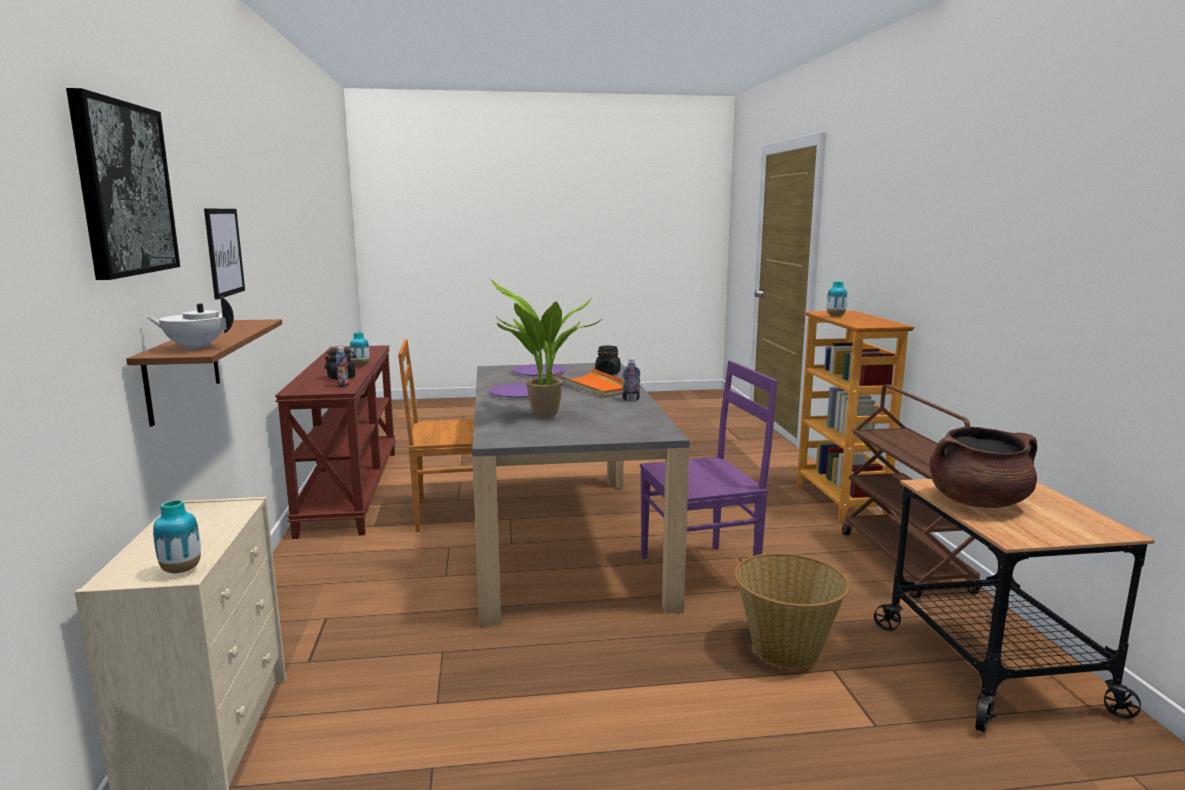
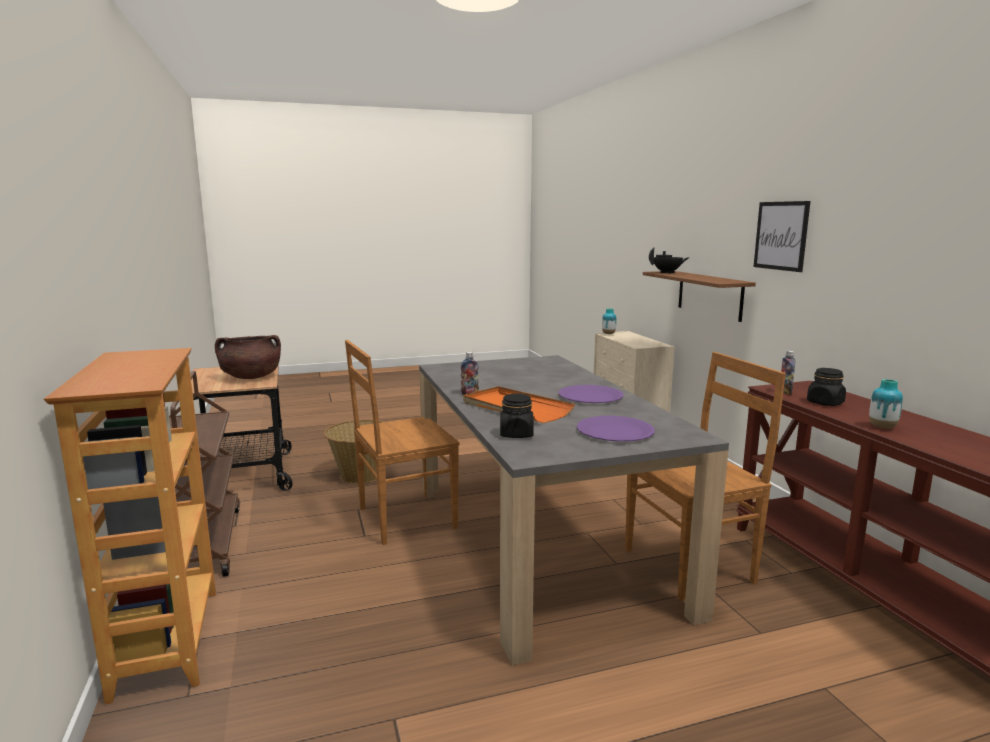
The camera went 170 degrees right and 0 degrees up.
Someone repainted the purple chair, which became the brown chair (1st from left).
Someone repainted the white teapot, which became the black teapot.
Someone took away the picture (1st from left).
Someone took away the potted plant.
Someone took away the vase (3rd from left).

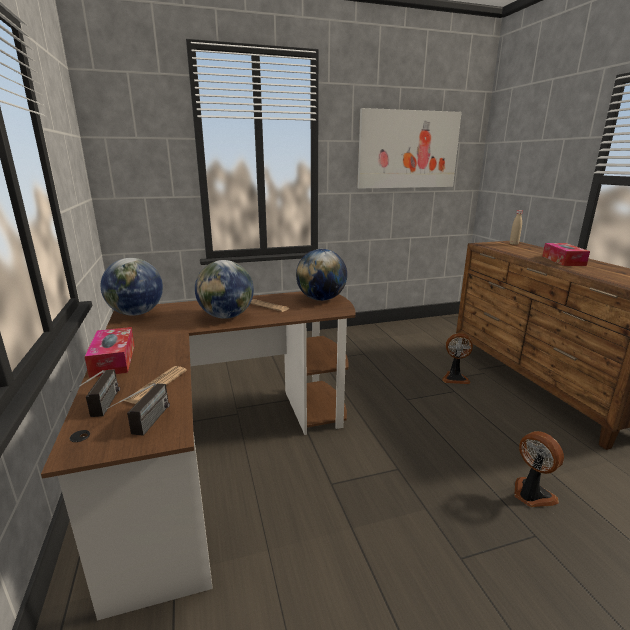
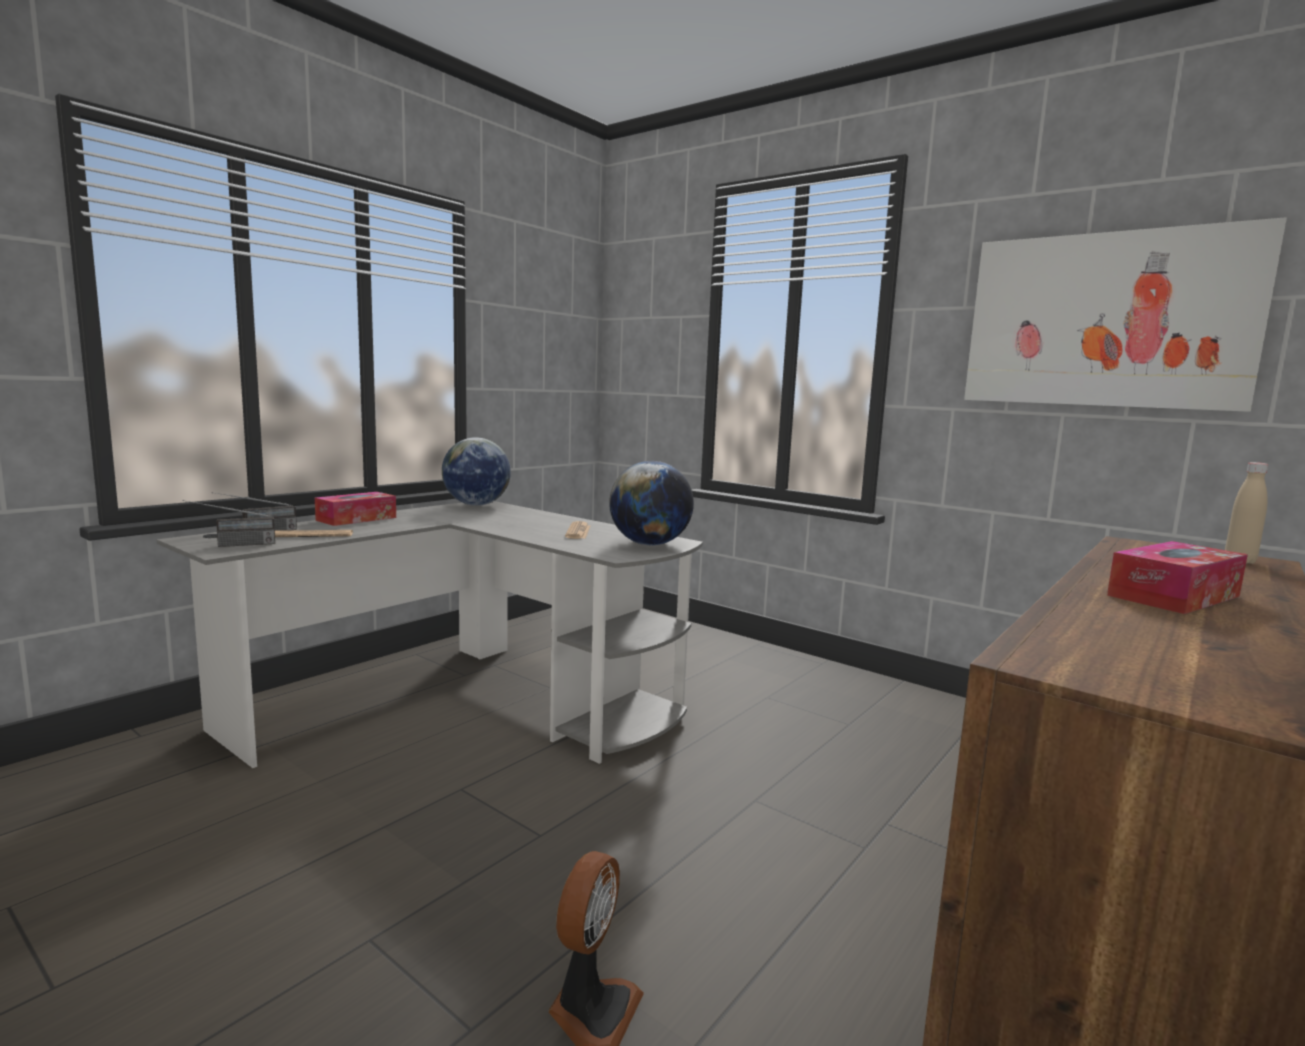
The camera went 55 degrees right and 10 degrees down.
Someone repainted the brown desk, which became the grey desk.
Someone took away the globe (2nd from left).
Someone took away the fan (1st from left).

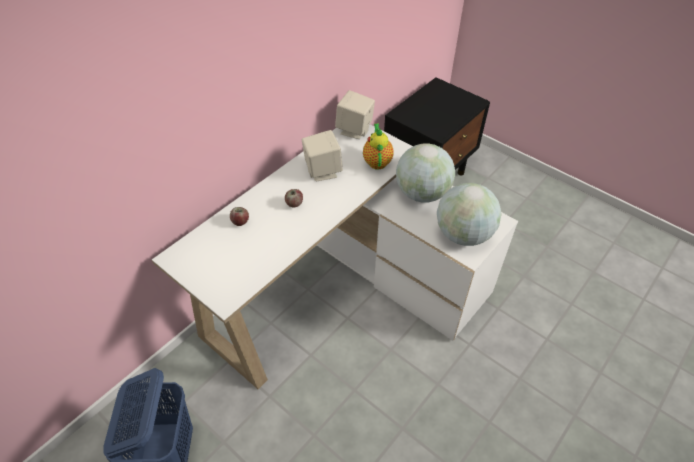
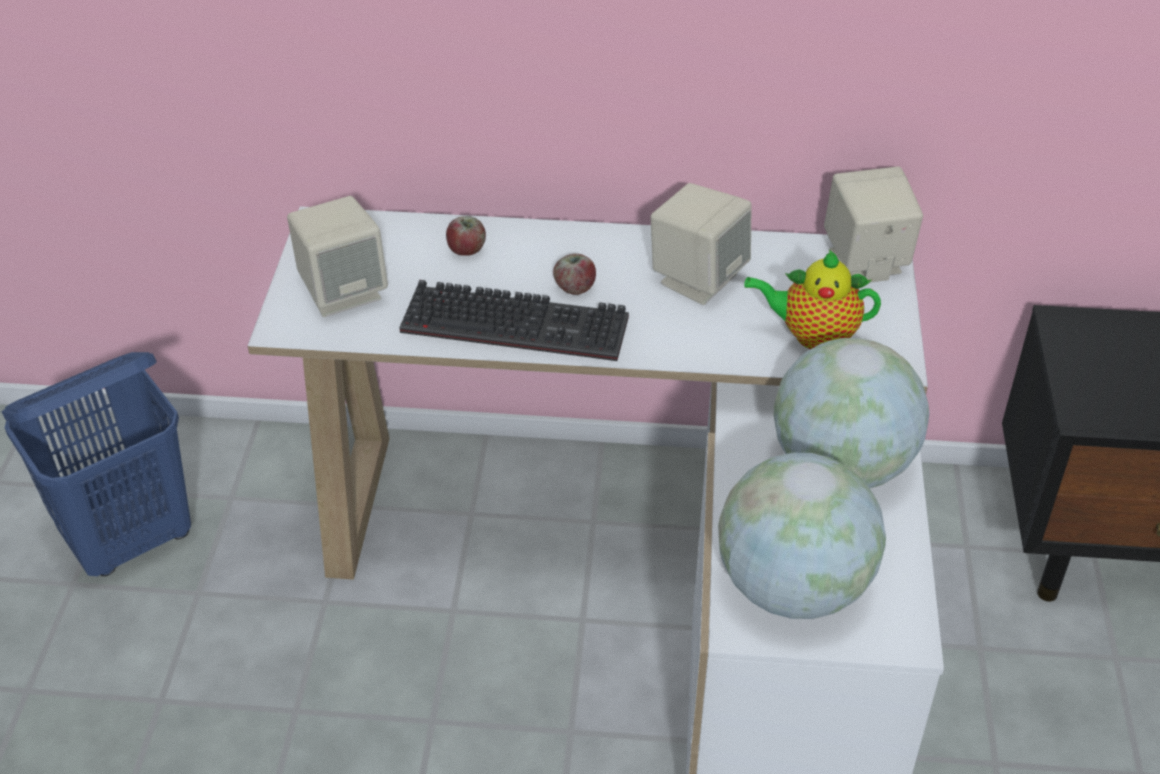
The camera went 55 degrees right and 5 degrees down.
Someone put down the beige speaker (1st from left).
Someone put down the keyboard.
Someone rotated the teapot by 135 degrees counterclockwise.

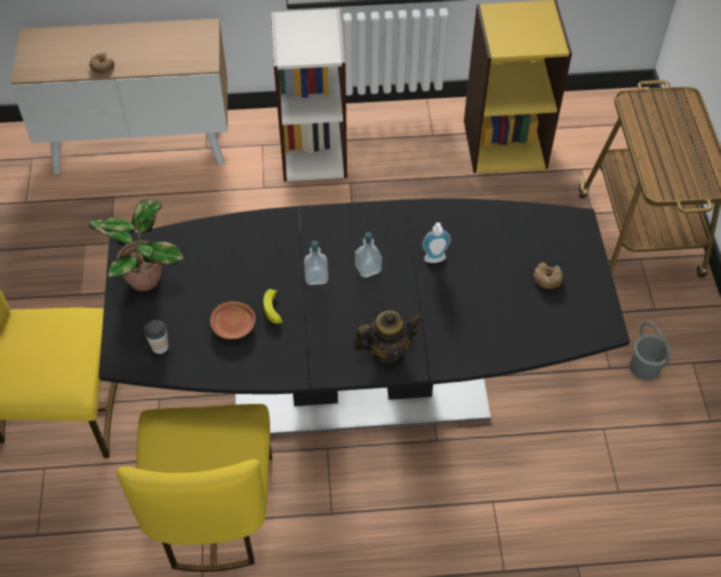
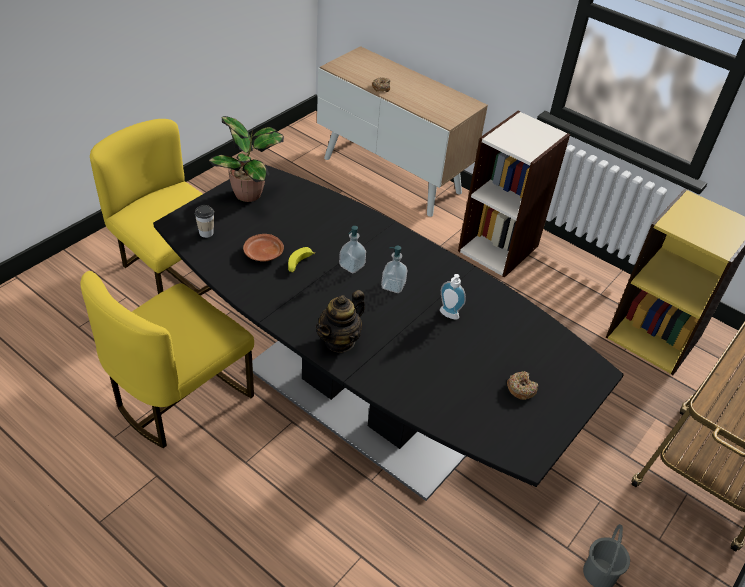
The camera went 40 degrees right and 10 degrees down.
Someone rotated the teapot by 105 degrees clockwise.

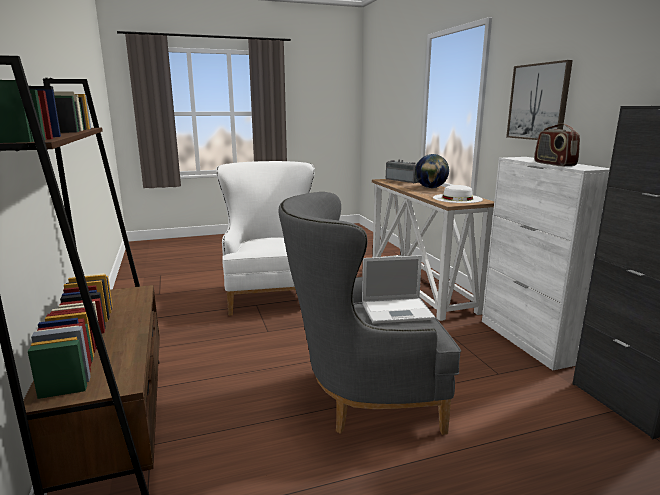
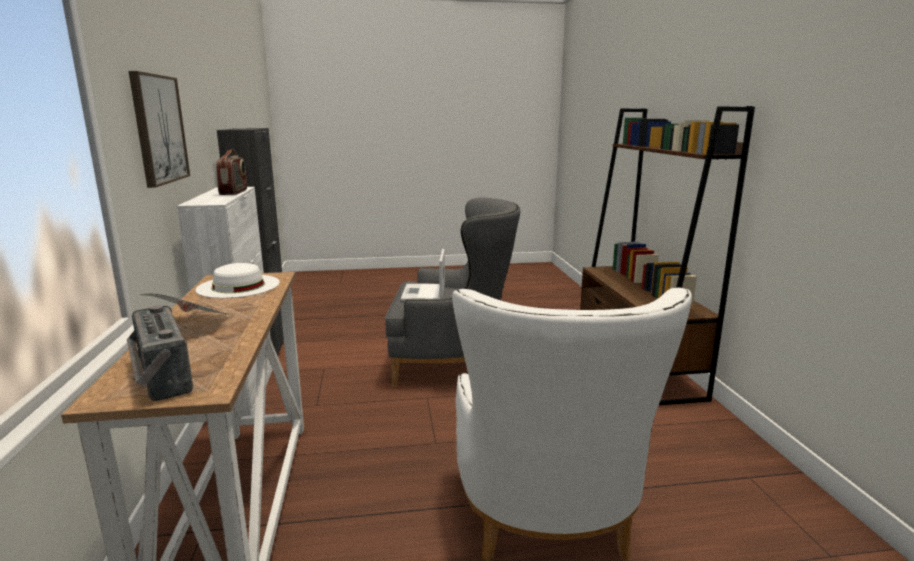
The camera went 170 degrees left and 0 degrees up.
Someone swapped the globe for the newspaper.
Someone rotated the laptop by 90 degrees counterclockwise.

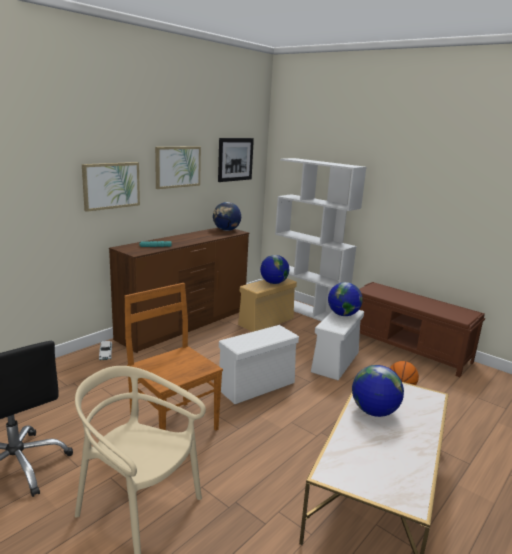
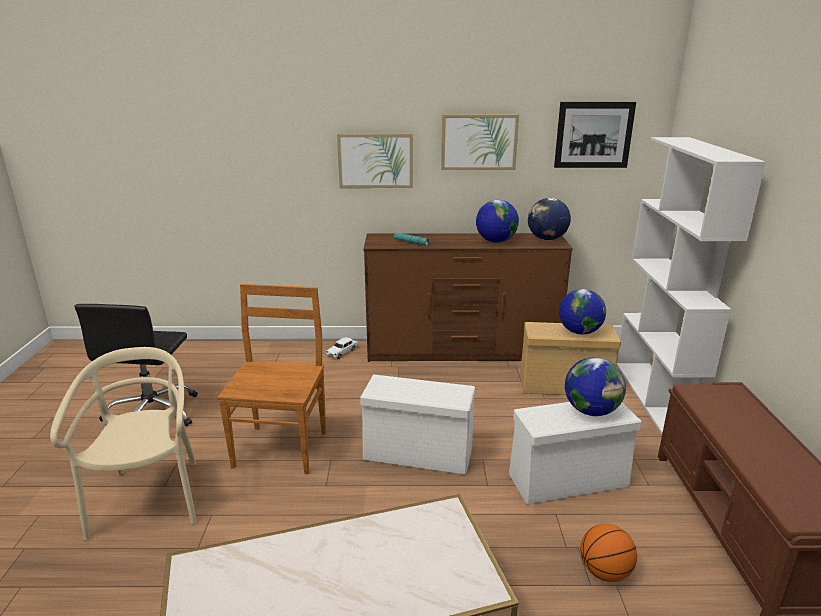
The camera went 50 degrees right and 5 degrees up.
Someone carried the globe (4th from left in the first image).

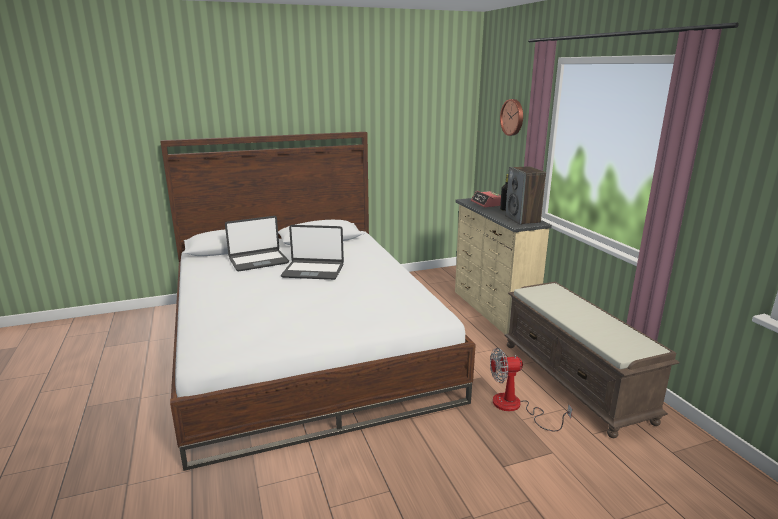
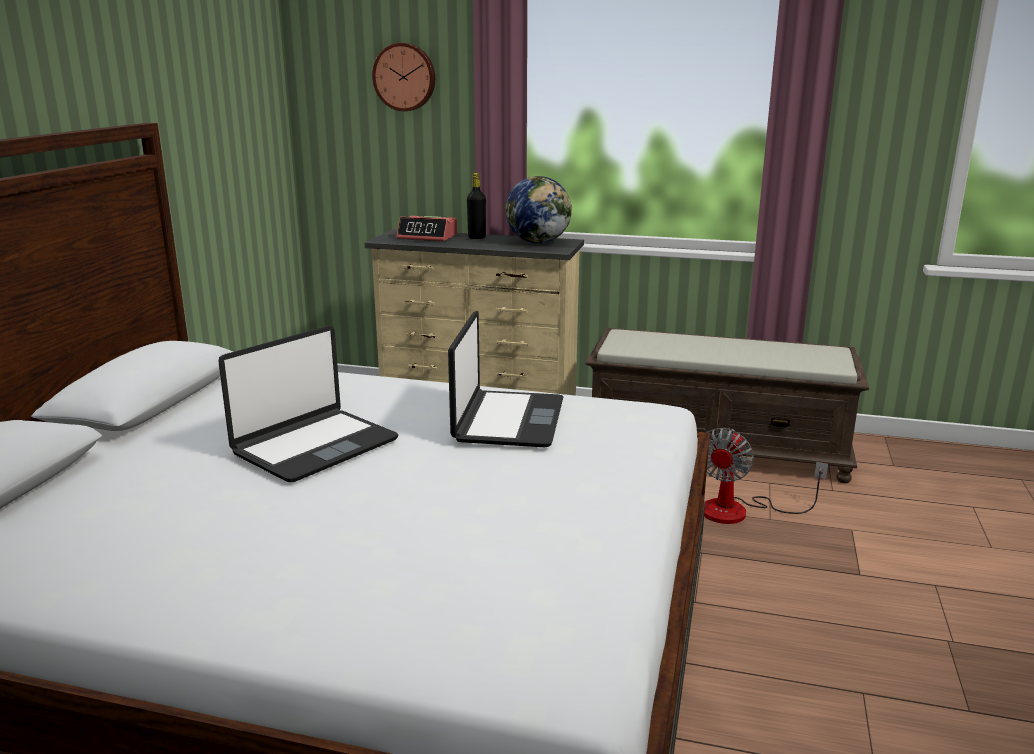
The camera went 55 degrees left and 0 degrees up.
Someone carried the laptop (1st from left in the first image).
Someone swapped the speaker for the globe.

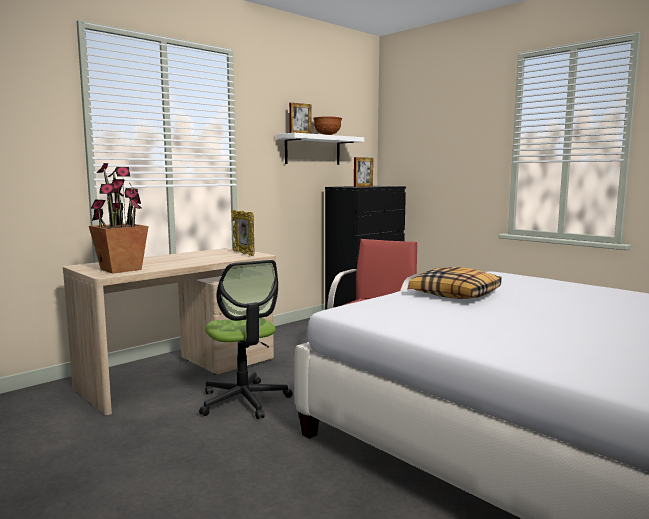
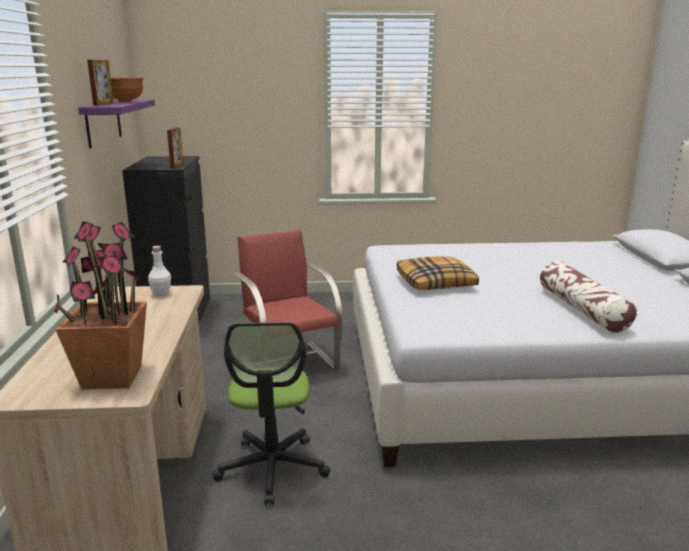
The camera went 50 degrees left and 10 degrees up.
Someone repainted the white shelf, which became the purple shelf.
Someone swapped the picture frame (1st from left) for the white bottle.
Someone rotated the office chair by 75 degrees clockwise.
Someone put down the pillow (2nd from left).

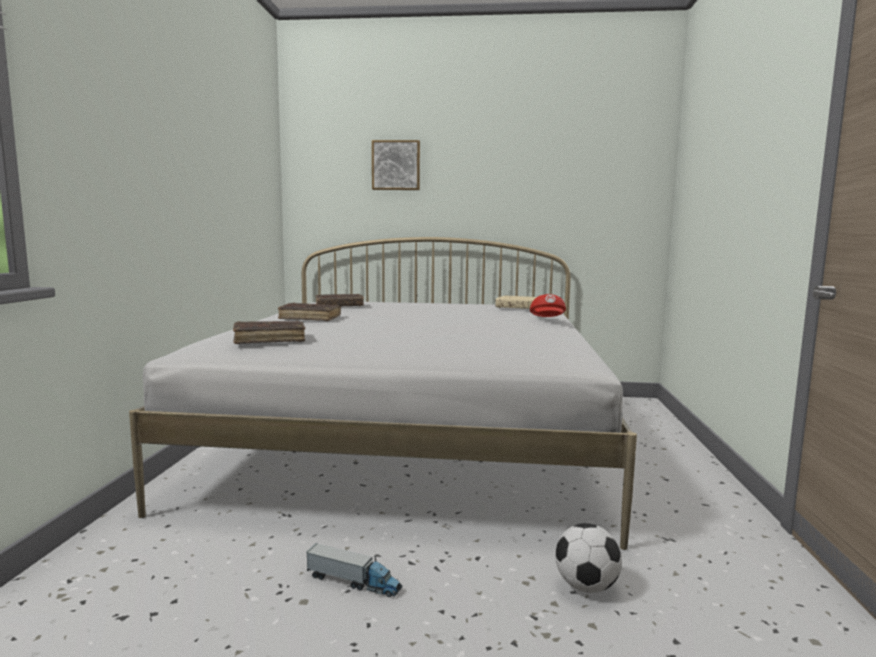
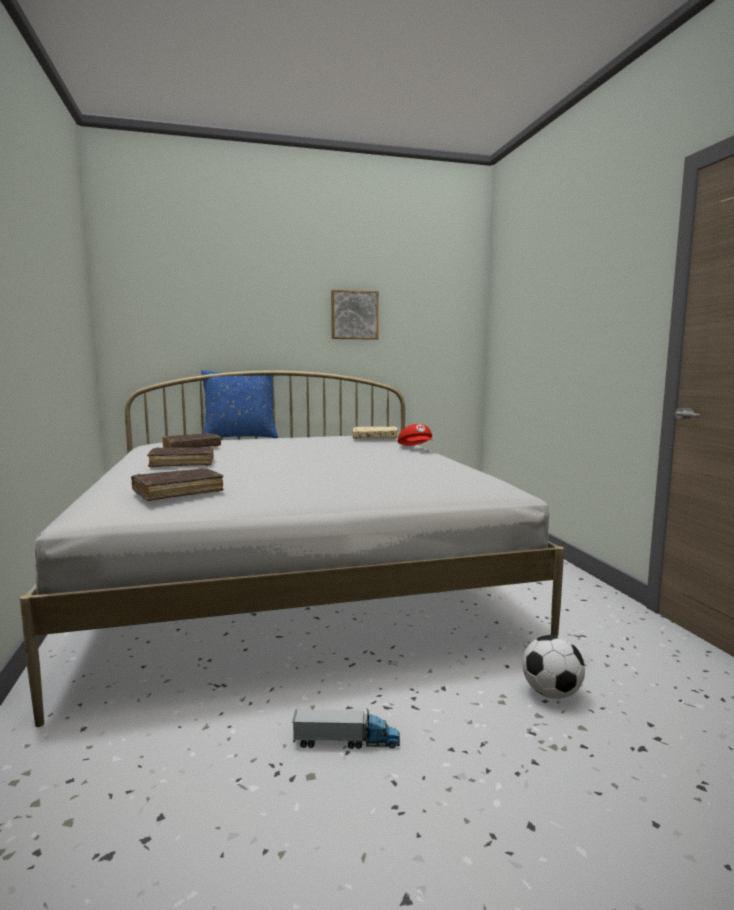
The camera went 20 degrees left and 0 degrees up.
Someone put down the blue pillow.
Someone carried the picture.

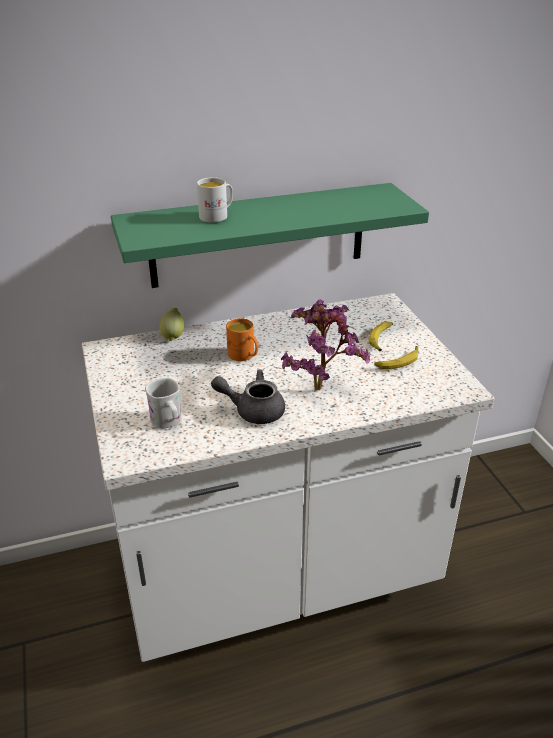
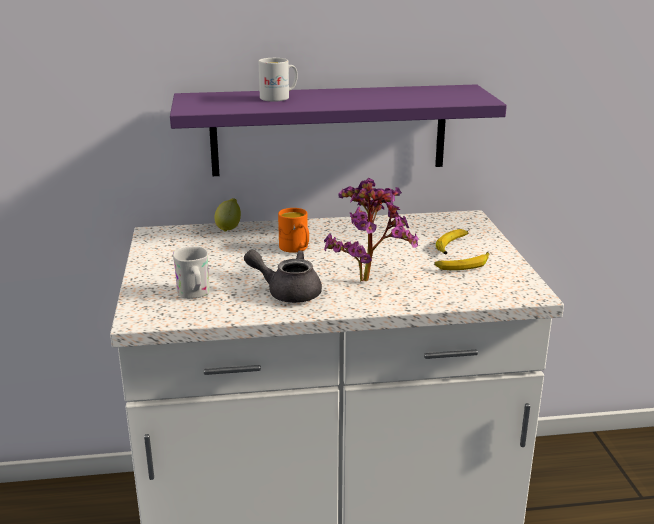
The camera went 10 degrees right and 10 degrees down.
Someone repainted the green shelf, which became the purple shelf.

